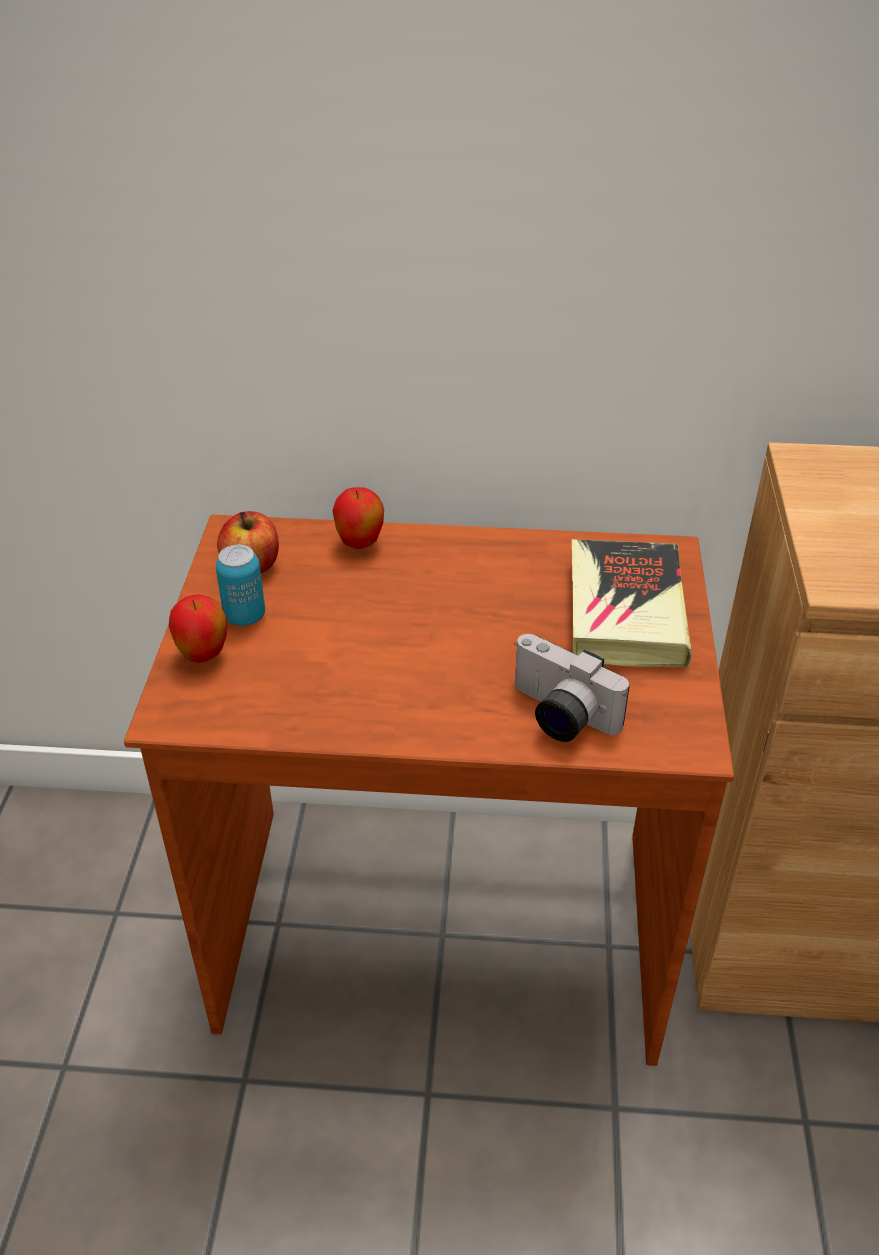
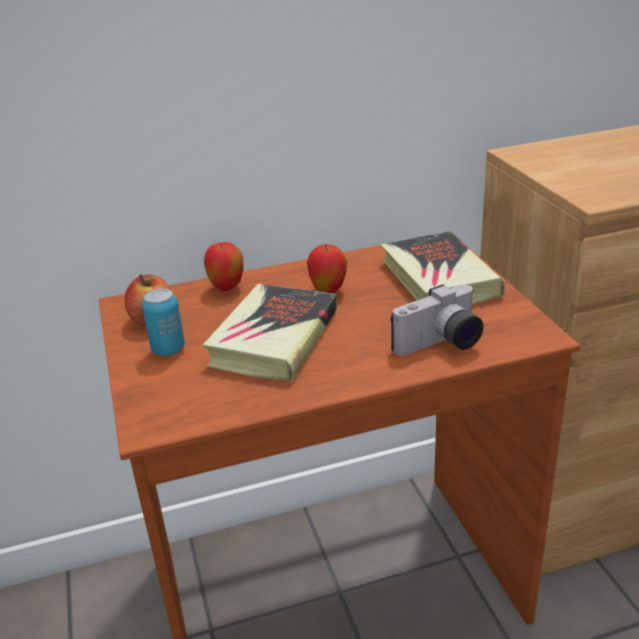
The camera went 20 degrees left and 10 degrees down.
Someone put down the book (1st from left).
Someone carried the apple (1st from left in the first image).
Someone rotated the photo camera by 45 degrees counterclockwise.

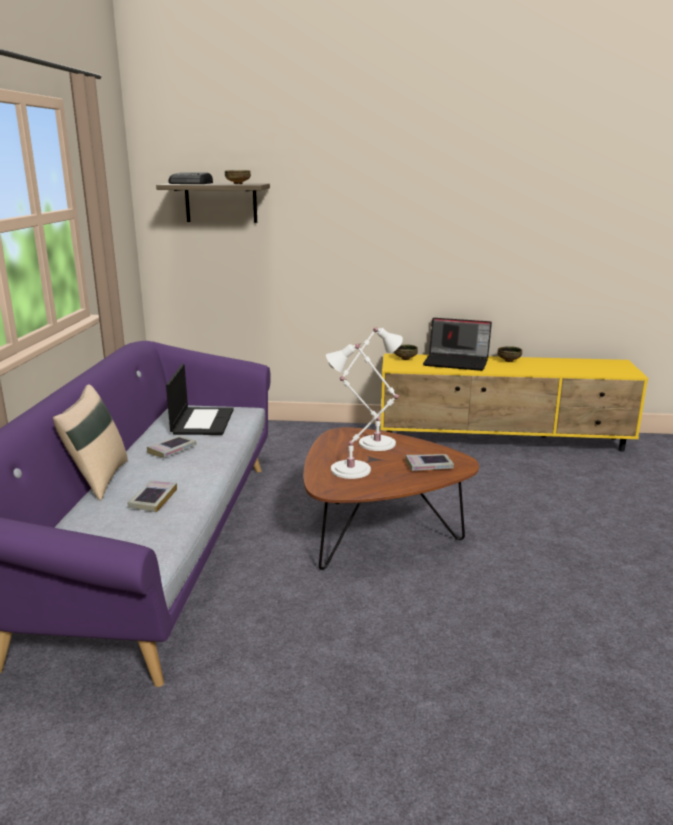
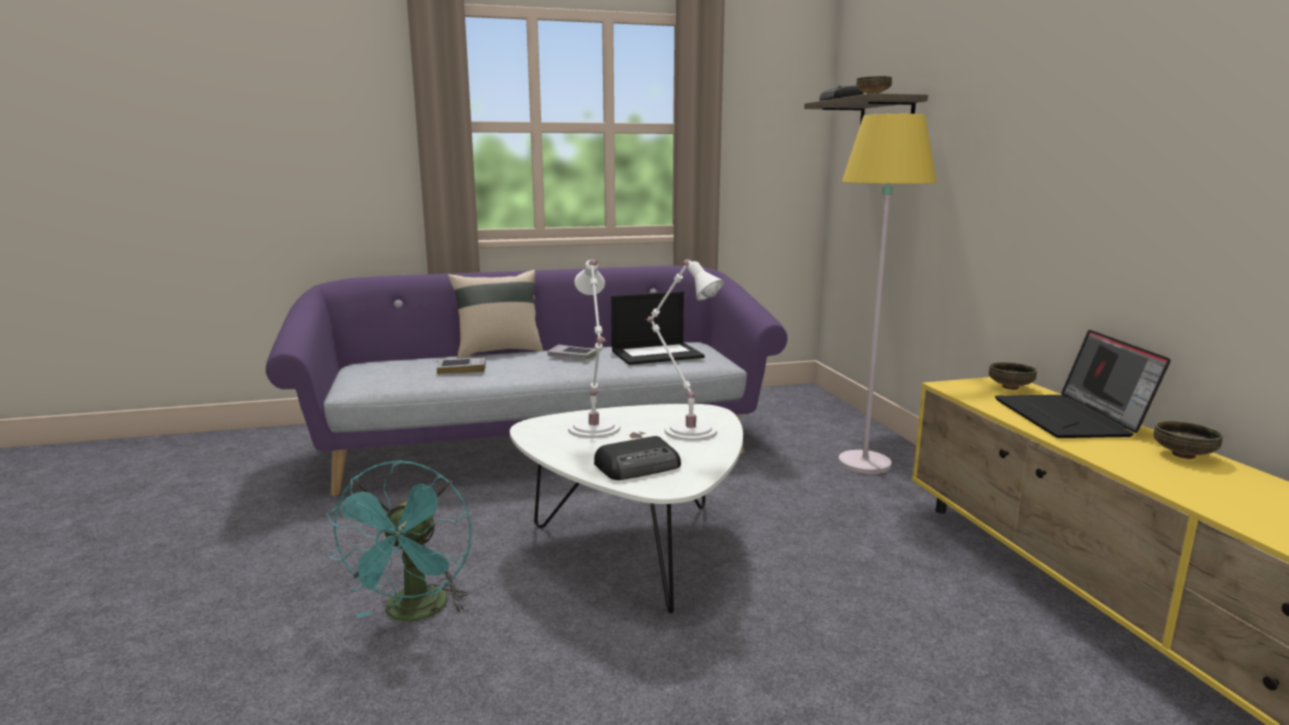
The camera went 70 degrees right and 5 degrees down.
Someone put down the turquoise fan.
Someone repainted the brown coffee table, which became the white coffee table.
Someone swapped the book (3rd from left) for the radio (1st from left).
Someone put down the yellow floor lamp.

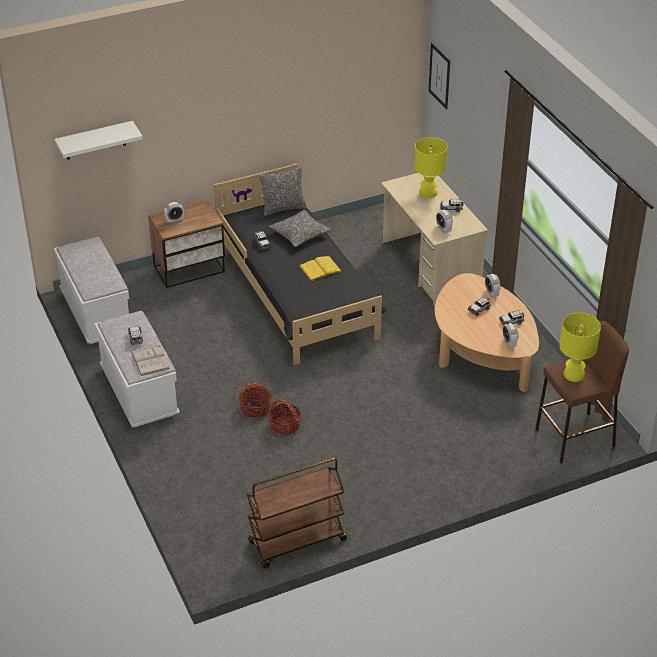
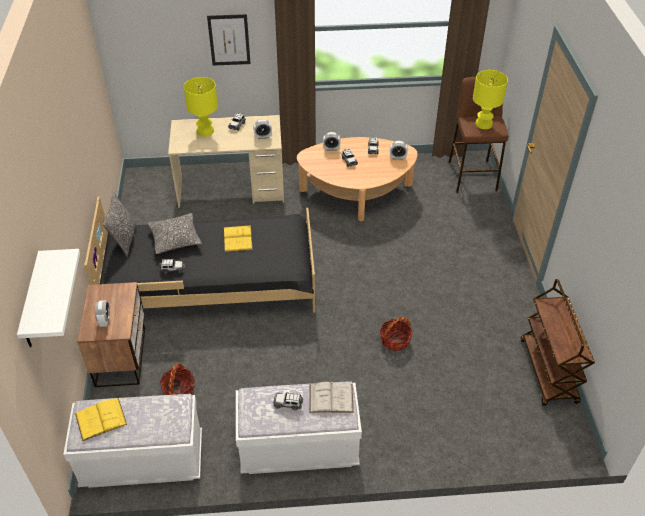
The camera went 70 degrees left and 5 degrees up.
Someone put down the yellow book (1st from left).
Someone carried the basket (1st from left).
Someone carried the picture.

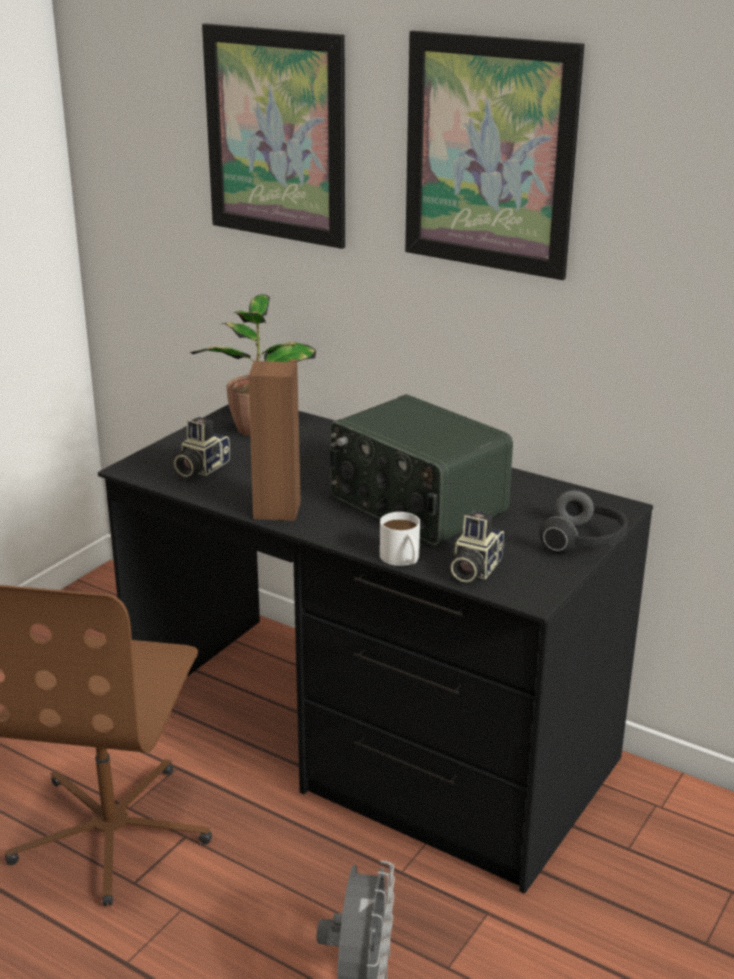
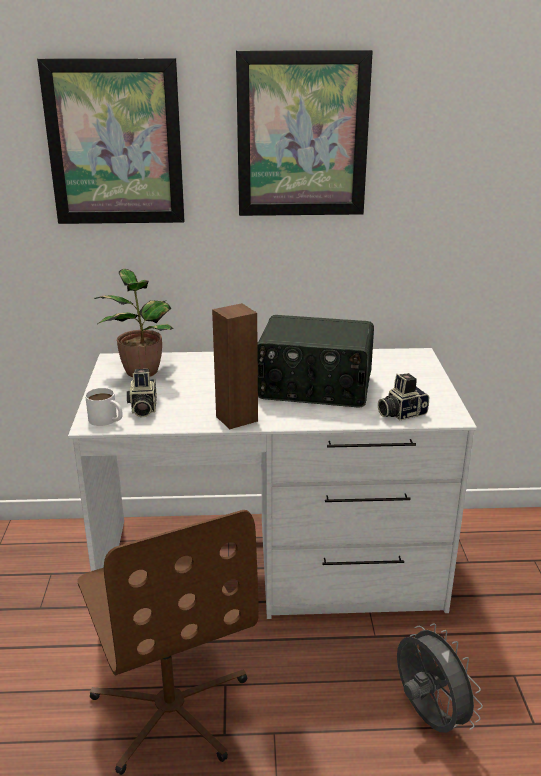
The camera went 35 degrees left and 0 degrees up.
Someone repainted the black desk, which became the white desk.
Someone carried the white mug.
Someone rotated the photo camera (2nd from left) by 75 degrees clockwise.
Someone took away the headphones.

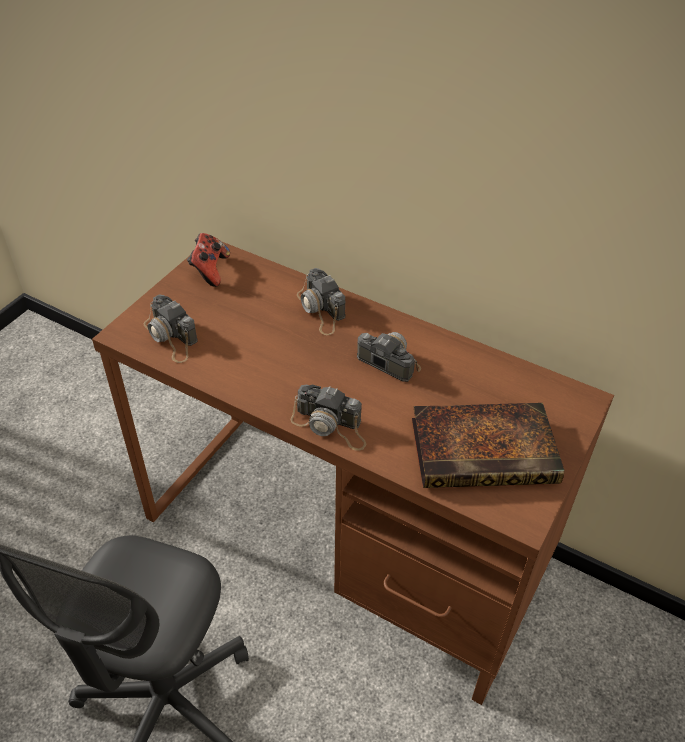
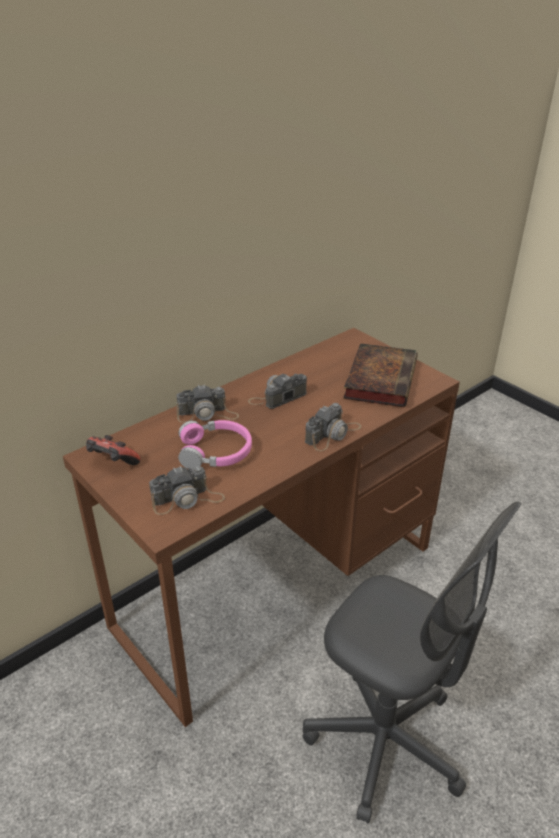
The camera went 70 degrees left and 10 degrees down.
Someone put down the pink headphones.

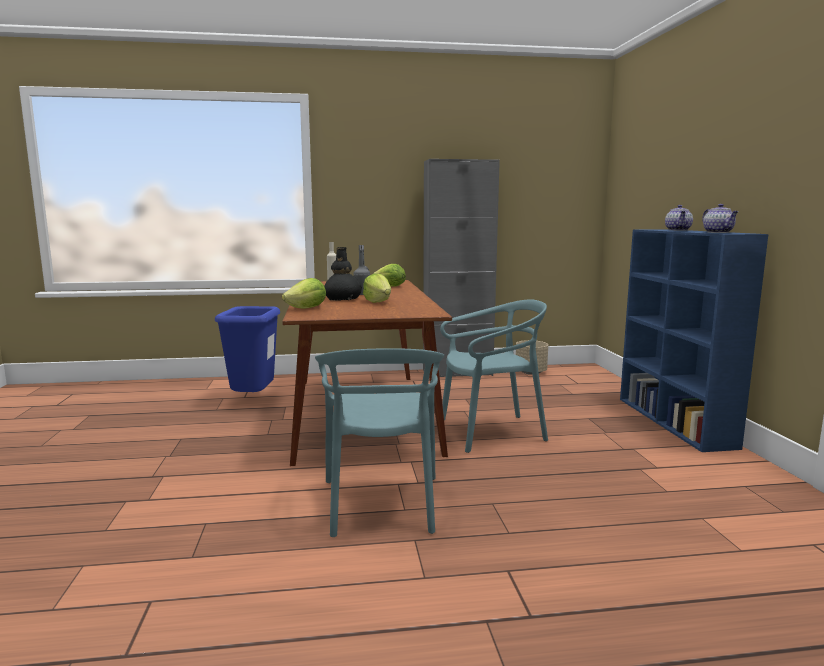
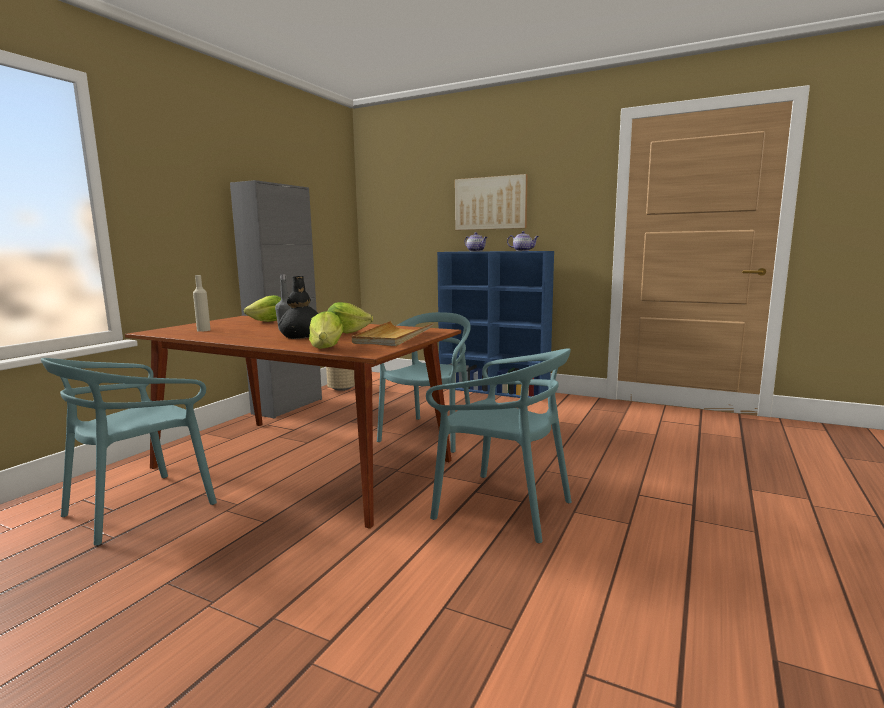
The camera went 55 degrees left and 0 degrees up.
Someone swapped the blue trash can for the turquoise chair (1st from left).
Someone put down the beige tray.
Someone put up the picture.

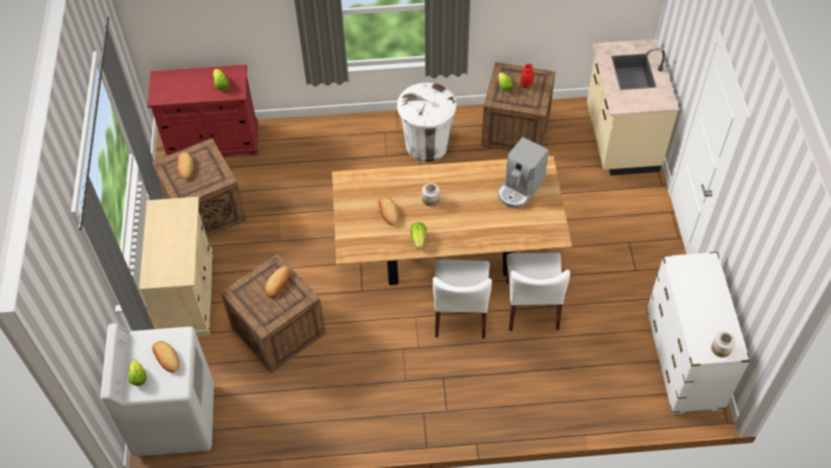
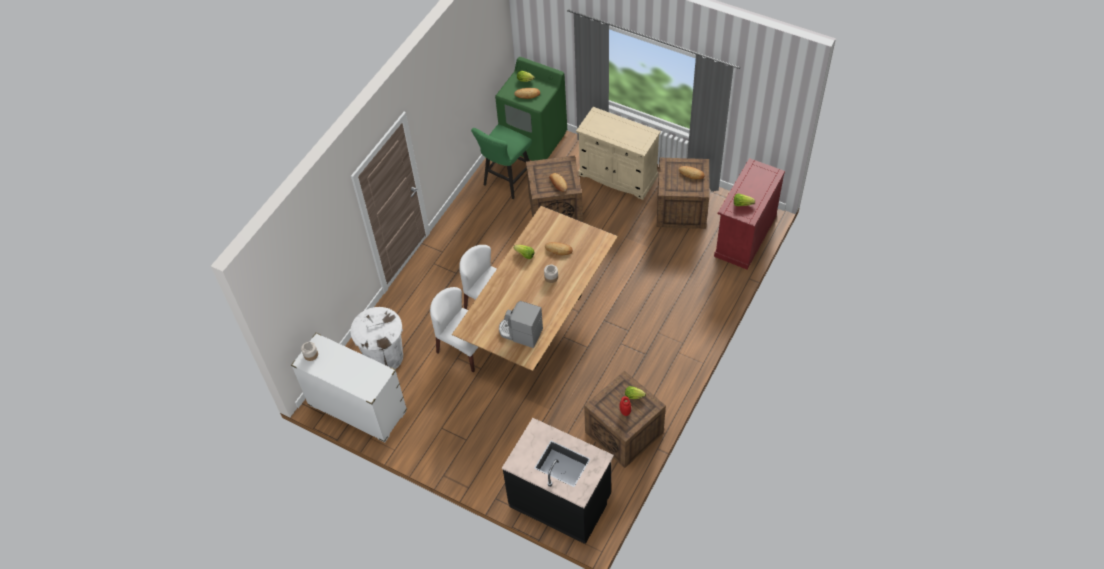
The camera went 125 degrees right and 0 degrees up.
Someone carried the white trash can.
Someone put down the green stool.
Someone repainted the white washing machine, which became the green washing machine.
Someone rotated the coffee machine by 45 degrees counterclockwise.
Someone repainted the beige counter, which became the black counter.

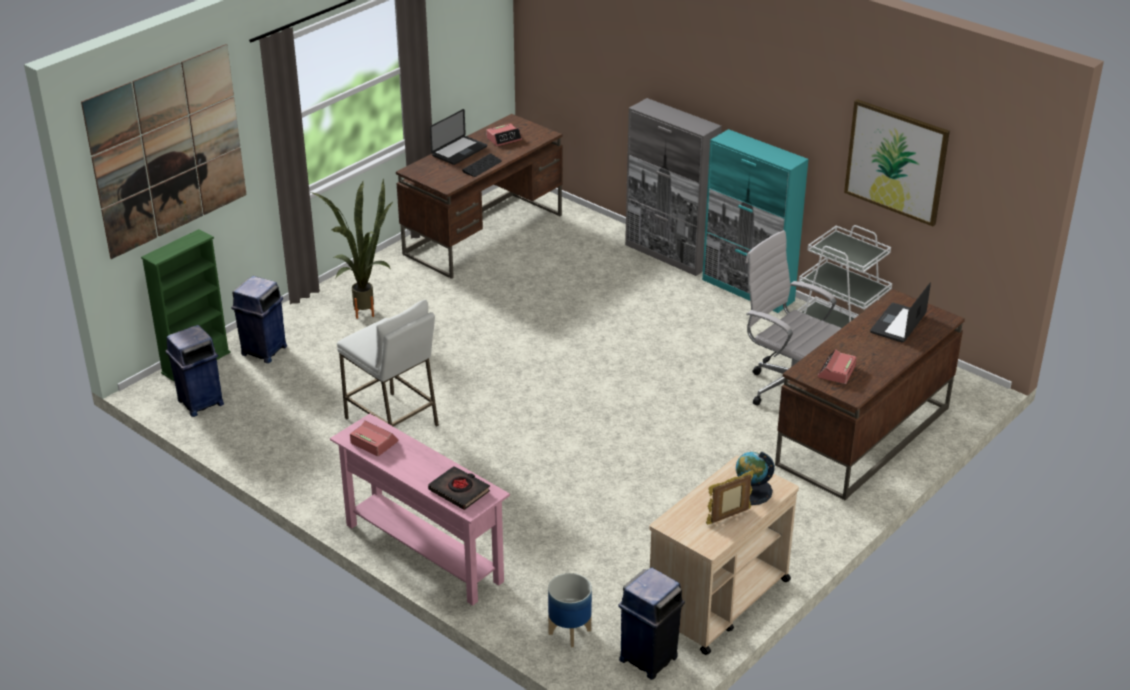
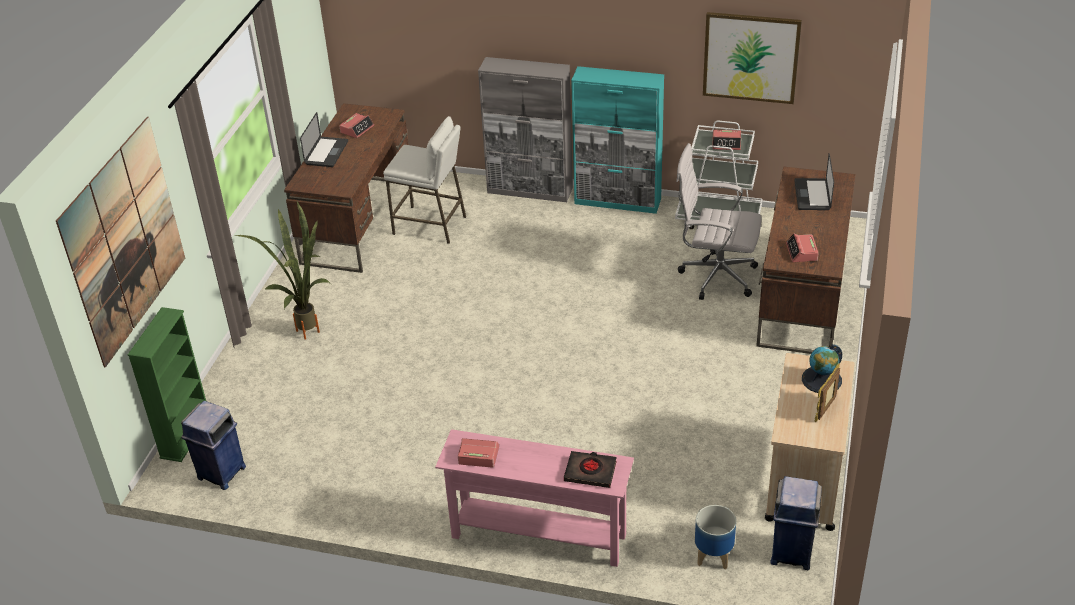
The camera went 25 degrees left and 5 degrees up.
Someone carried the white stool.
Someone put down the alarm clock (3rd from left).
Someone took away the blue trash can (2nd from left).
Someone took away the keyboard.

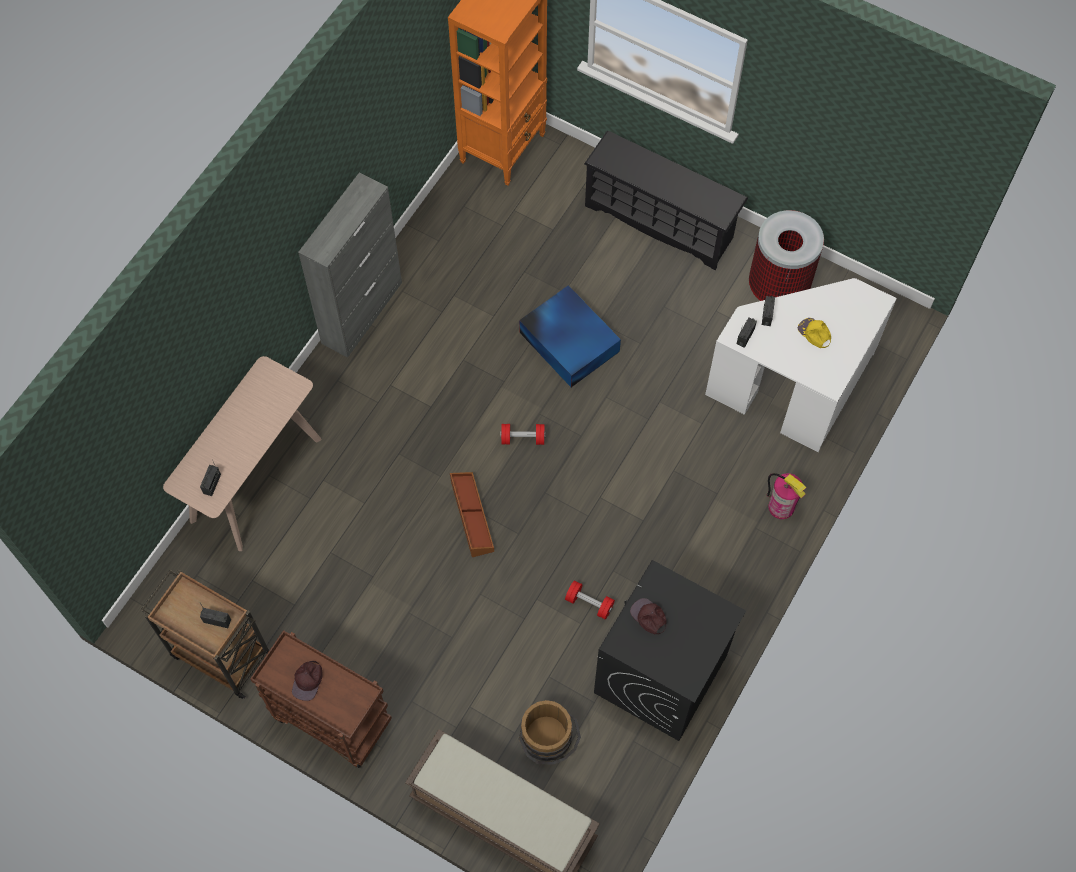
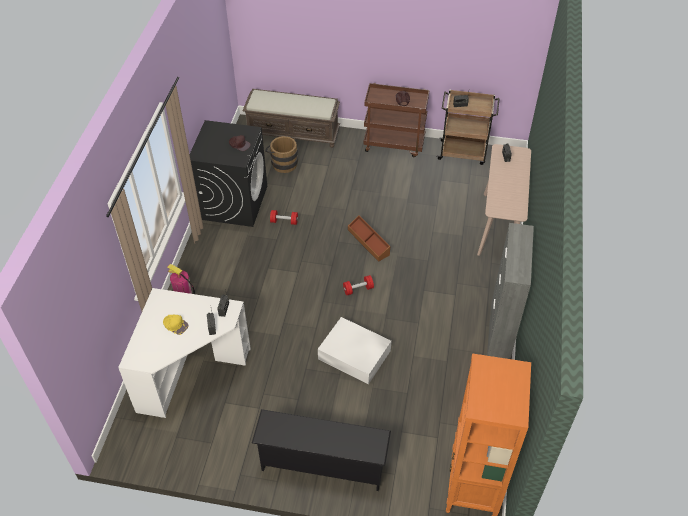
The camera went 160 degrees right and 15 degrees down.
Someone repainted the blue storage box, which became the white storage box.
Someone took away the trash can.

